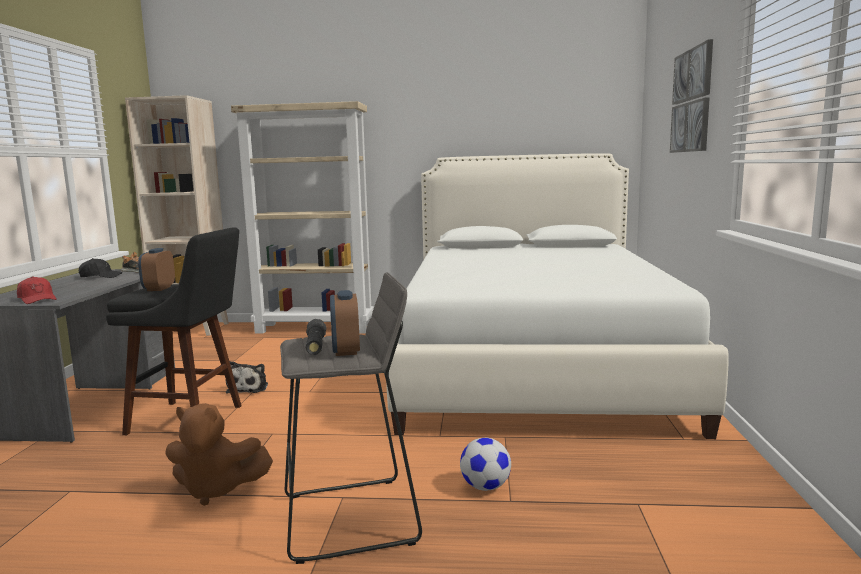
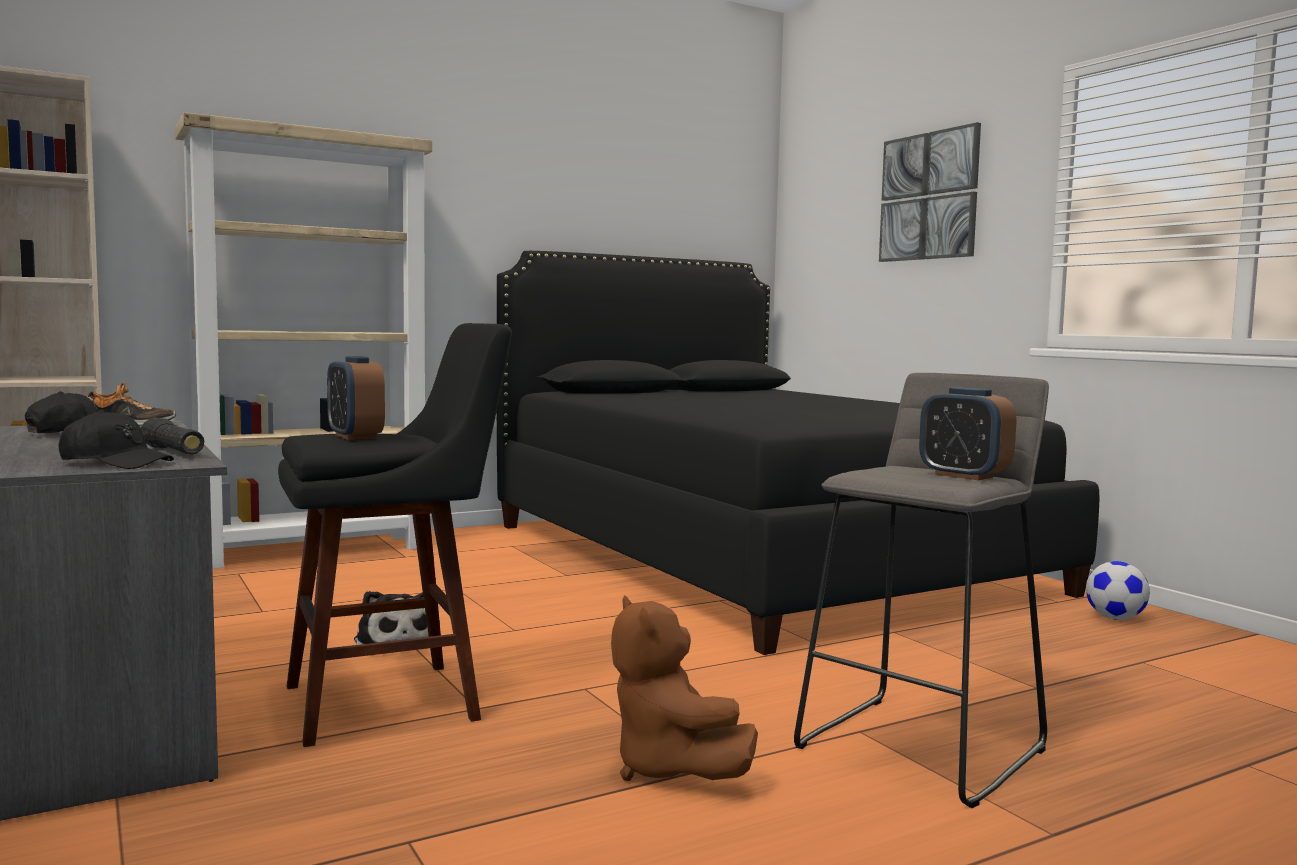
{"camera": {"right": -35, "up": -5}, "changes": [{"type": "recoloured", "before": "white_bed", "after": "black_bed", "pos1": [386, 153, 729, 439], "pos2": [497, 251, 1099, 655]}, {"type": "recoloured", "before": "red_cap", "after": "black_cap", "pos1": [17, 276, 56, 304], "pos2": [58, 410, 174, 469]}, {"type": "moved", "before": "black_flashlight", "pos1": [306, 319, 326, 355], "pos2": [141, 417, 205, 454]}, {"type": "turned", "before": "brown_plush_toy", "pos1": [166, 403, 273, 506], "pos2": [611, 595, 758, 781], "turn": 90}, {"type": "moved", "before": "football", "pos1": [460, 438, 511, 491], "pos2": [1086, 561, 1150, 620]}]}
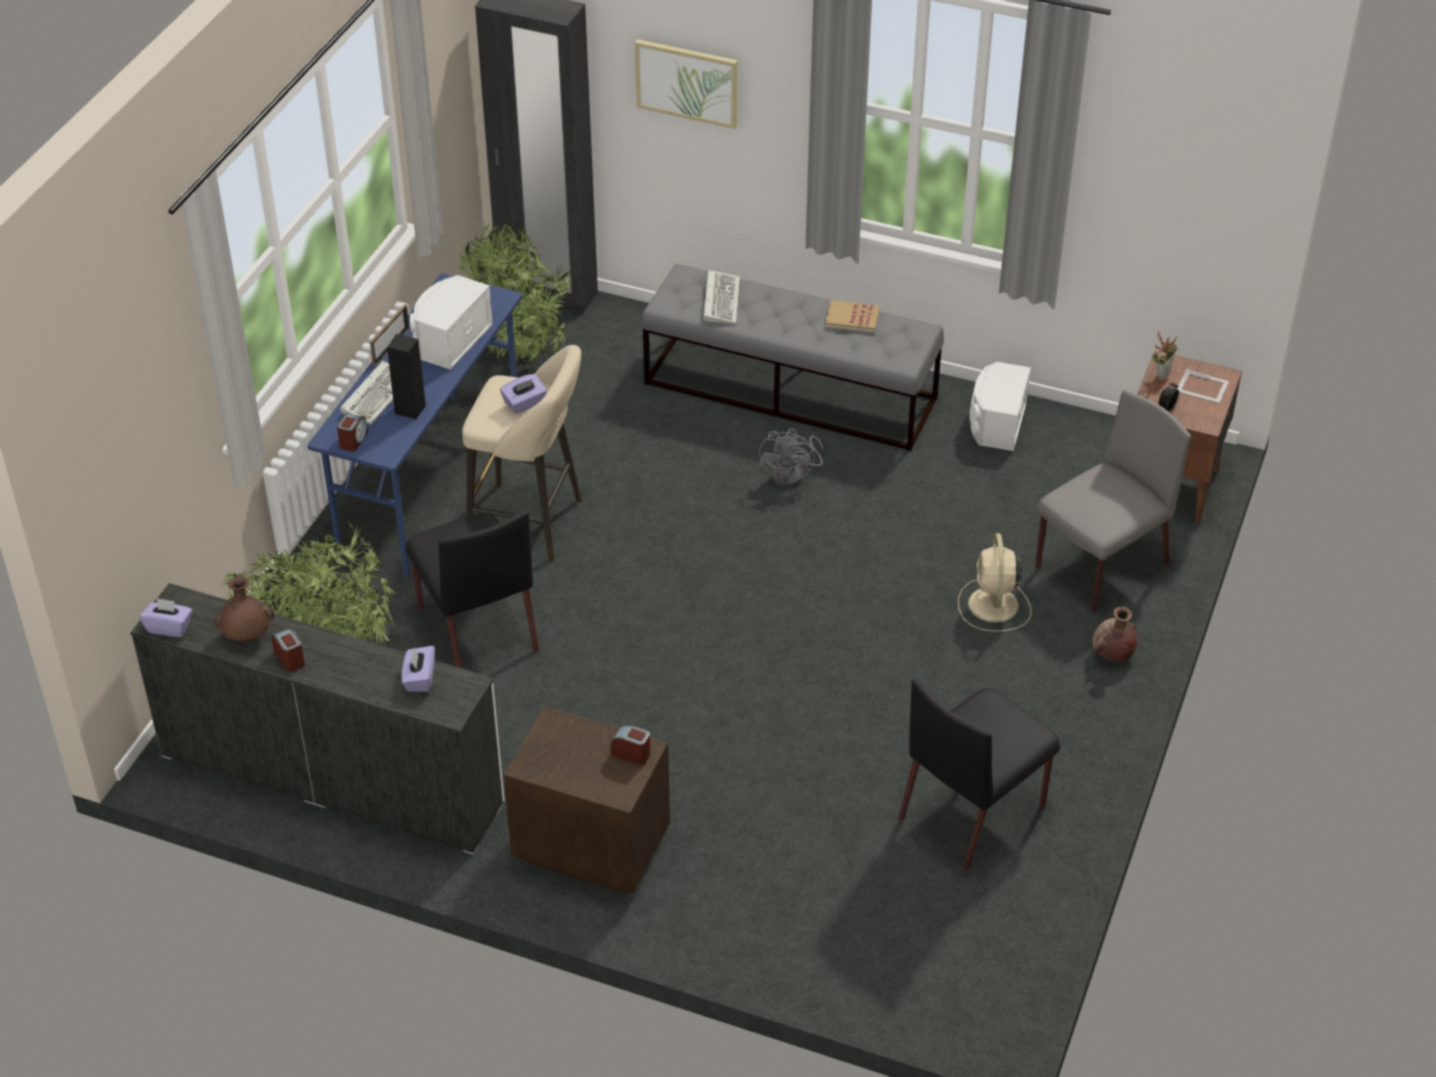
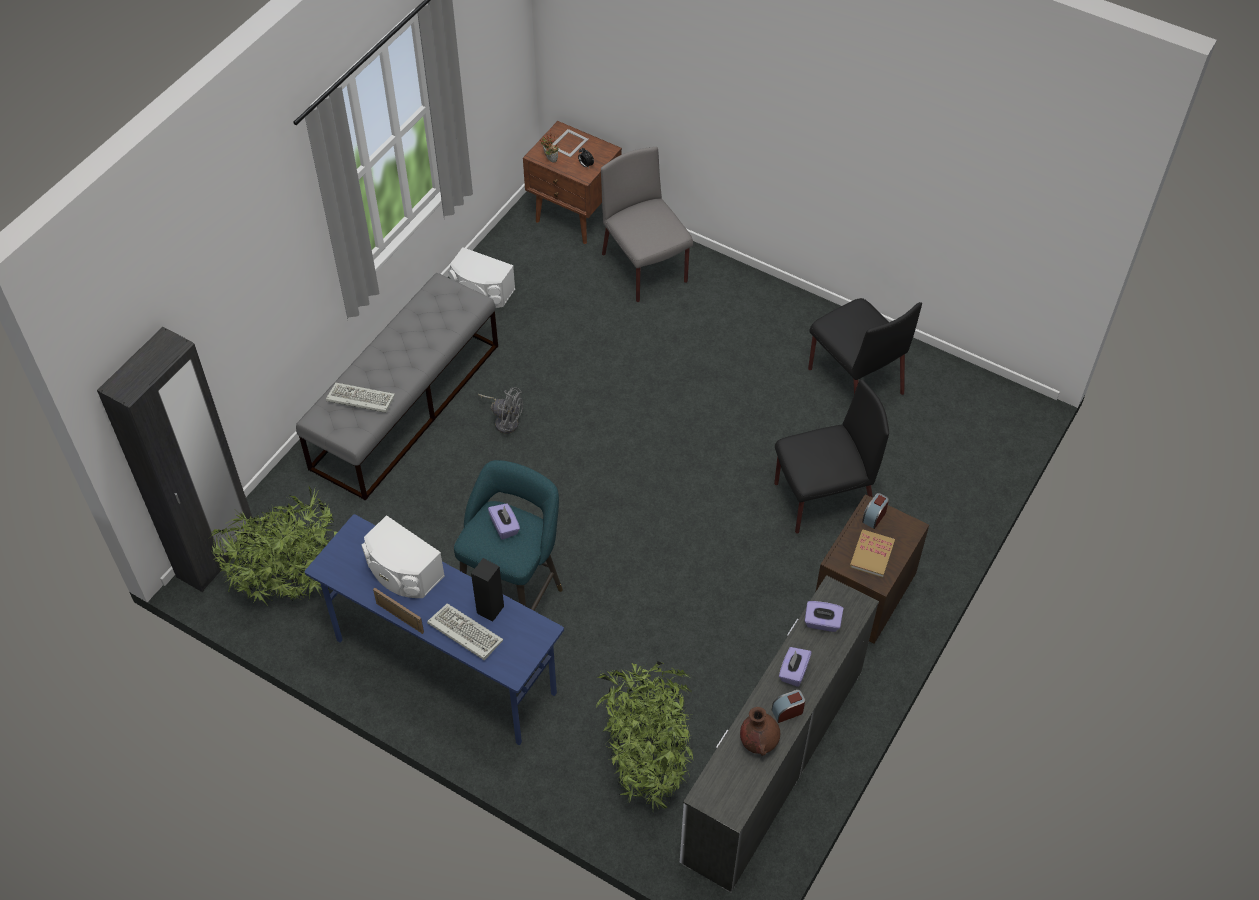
{"camera": {"right": -80, "up": 10}, "changes": [{"type": "removed", "before": "picture", "pos1": [635, 39, 738, 129]}, {"type": "moved", "before": "book", "pos1": [825, 300, 880, 334], "pos2": [850, 530, 895, 578]}, {"type": "recoloured", "before": "beige_stool", "after": "turquoise_stool", "pos1": [462, 345, 582, 561], "pos2": [454, 460, 563, 611]}, {"type": "removed", "before": "alarm_clock", "pos1": [337, 413, 368, 451]}, {"type": "moved", "before": "black_chair", "pos1": [406, 511, 539, 668], "pos2": [774, 379, 889, 533]}, {"type": "removed", "before": "beige_fan", "pos1": [958, 533, 1031, 632]}, {"type": "moved", "before": "purple_tissue_box", "pos1": [140, 598, 192, 638], "pos2": [779, 647, 812, 687]}, {"type": "removed", "before": "brown_vase", "pos1": [1093, 607, 1137, 662]}]}
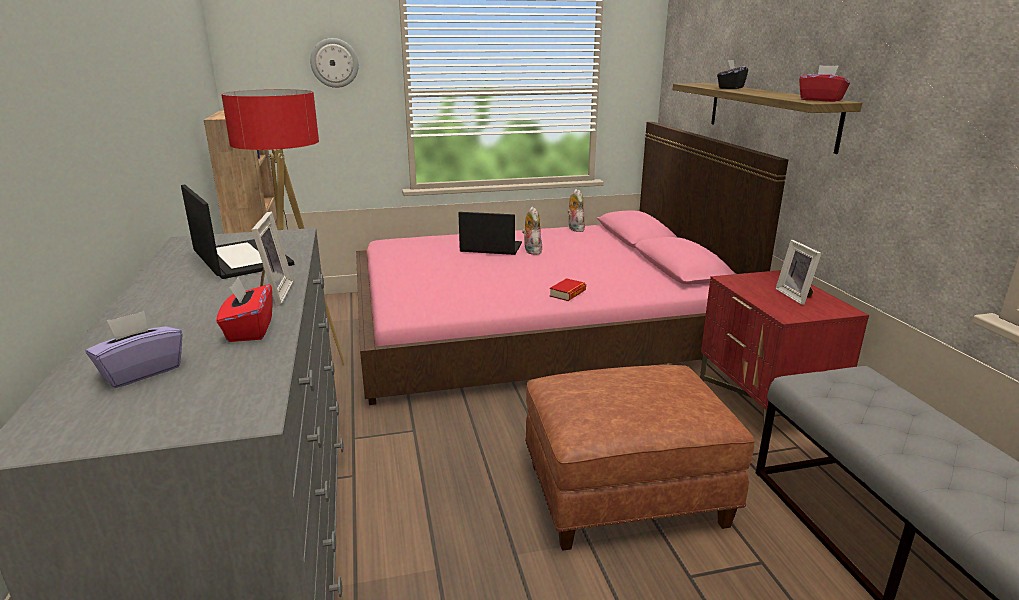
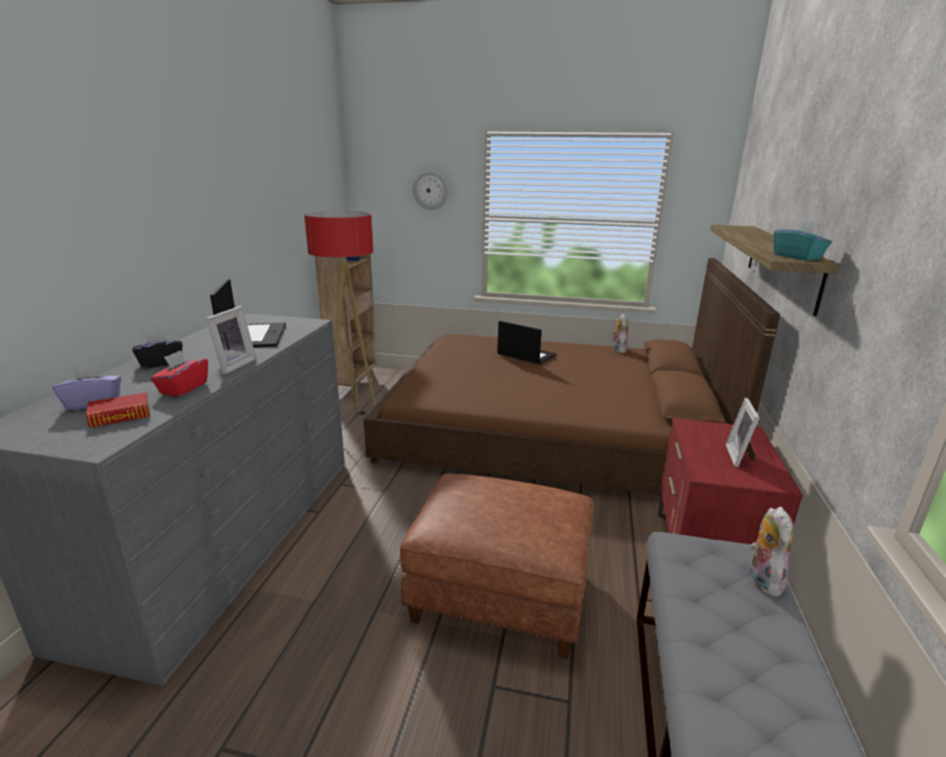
{"camera": {"right": 25, "up": 0}, "changes": [{"type": "moved", "before": "black_tissue_box", "pos1": [717, 60, 748, 89], "pos2": [132, 329, 183, 368]}, {"type": "recoloured", "before": "red_tissue_box", "after": "turquoise_tissue_box", "pos1": [799, 65, 850, 102], "pos2": [774, 220, 832, 260]}, {"type": "recoloured", "before": "pink_bed", "after": "brown_bed", "pos1": [356, 122, 788, 405], "pos2": [364, 258, 780, 495]}, {"type": "moved", "before": "plush_toy", "pos1": [522, 207, 542, 255], "pos2": [750, 507, 794, 597]}, {"type": "moved", "before": "book", "pos1": [549, 278, 586, 301], "pos2": [86, 392, 150, 428]}]}
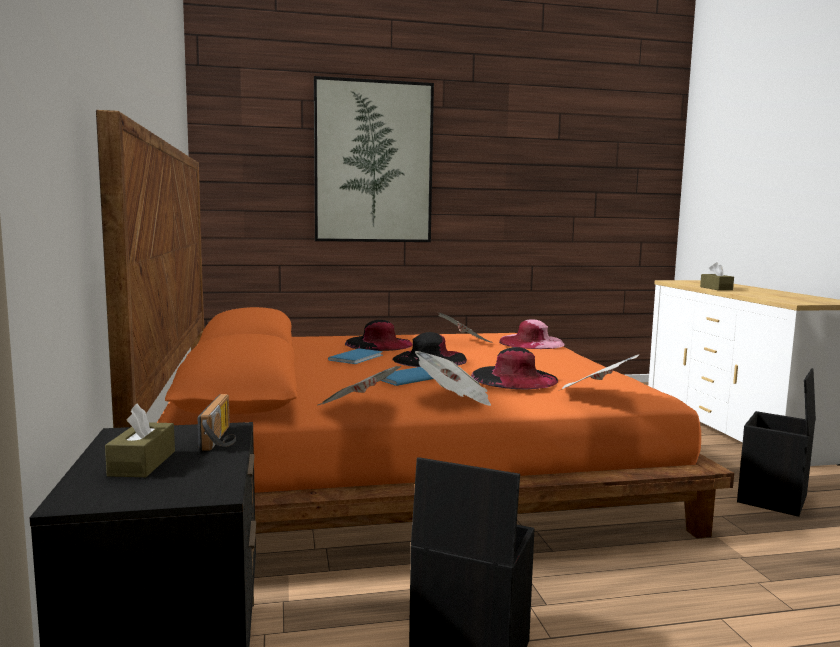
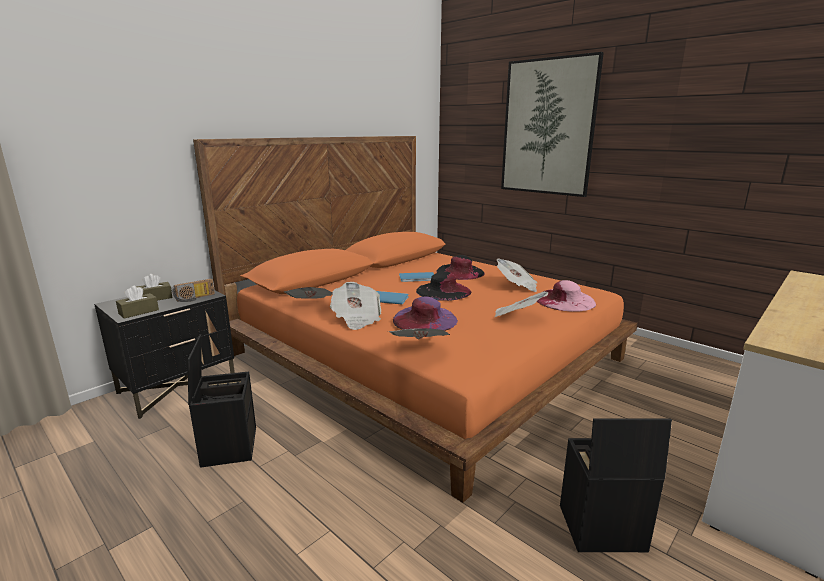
{"camera": {"right": 55, "up": 10}, "changes": [{"type": "moved", "before": "brown_tissue_box", "pos1": [700, 262, 734, 290], "pos2": [116, 285, 159, 319]}, {"type": "recoloured", "before": "black_hat", "after": "purple_hat", "pos1": [471, 347, 558, 389], "pos2": [393, 297, 458, 331]}, {"type": "added", "after": "newspaper", "pos2": [495, 291, 549, 317]}]}
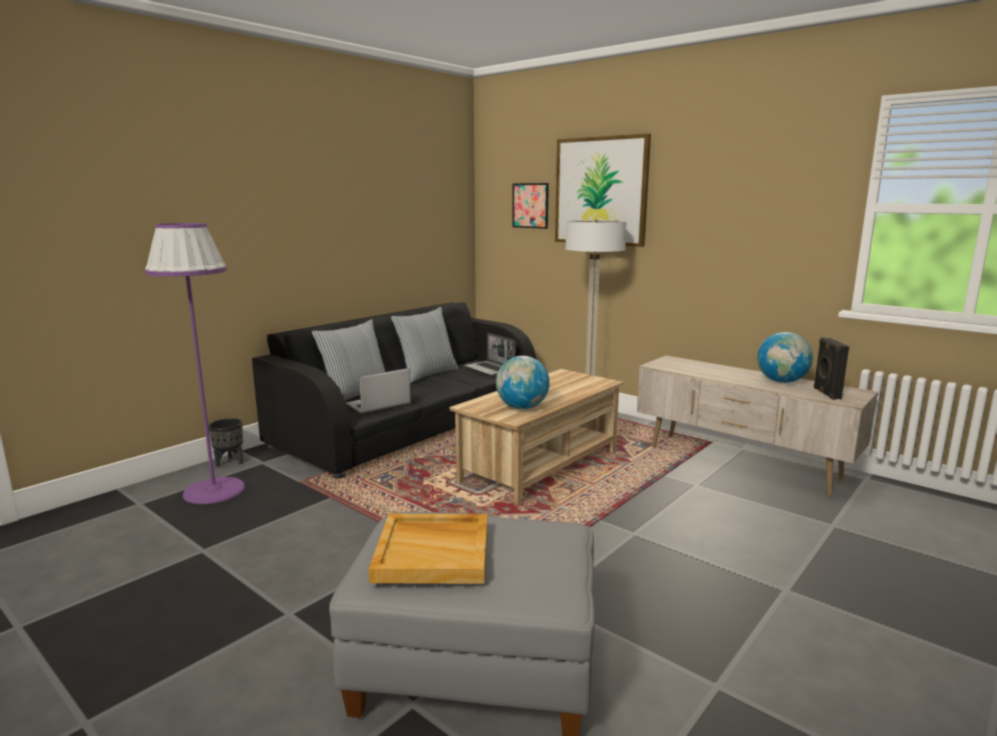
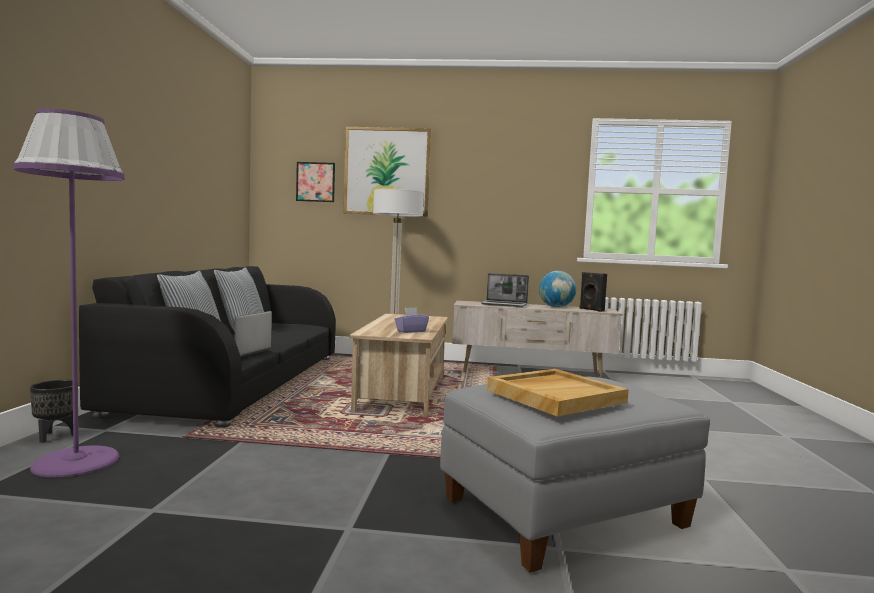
{"camera": {"right": -35, "up": -10}, "changes": [{"type": "moved", "before": "laptop", "pos1": [464, 333, 516, 376], "pos2": [481, 273, 529, 307]}, {"type": "replaced", "before": "globe", "after": "purple_tissue_box", "pos1": [496, 356, 550, 409], "pos2": [394, 307, 429, 333]}]}
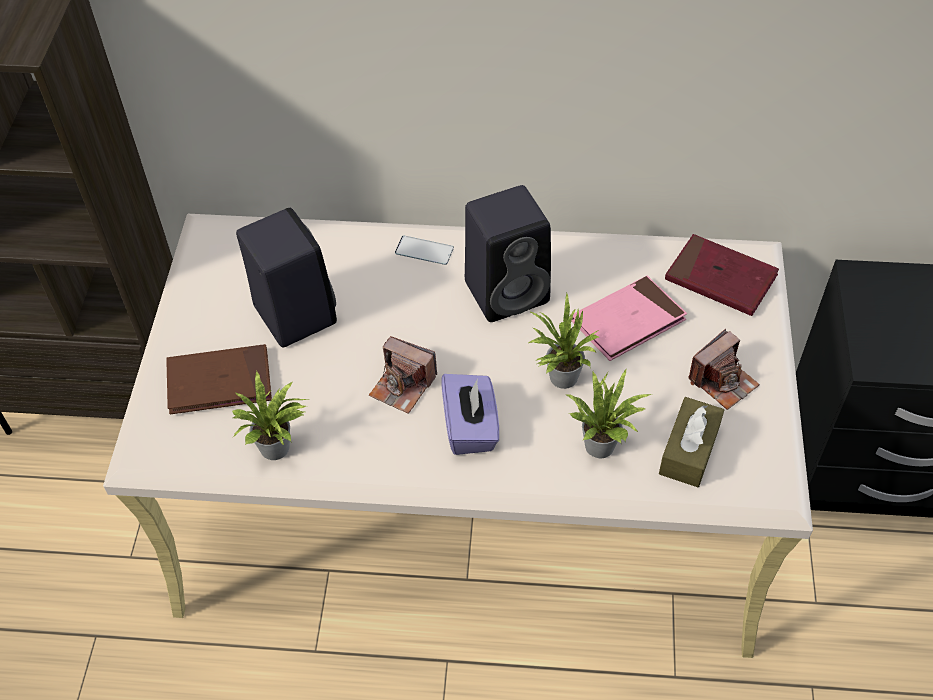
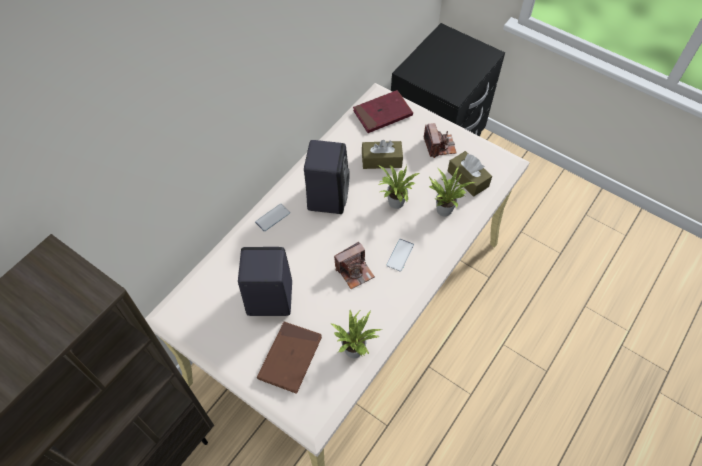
{"camera": {"right": -60, "up": 5}, "changes": [{"type": "replaced", "before": "pink_book", "after": "brown_tissue_box", "pos1": [572, 276, 687, 361], "pos2": [362, 140, 403, 169]}, {"type": "replaced", "before": "purple_tissue_box", "after": "phone", "pos1": [442, 374, 499, 455], "pos2": [387, 239, 414, 271]}]}
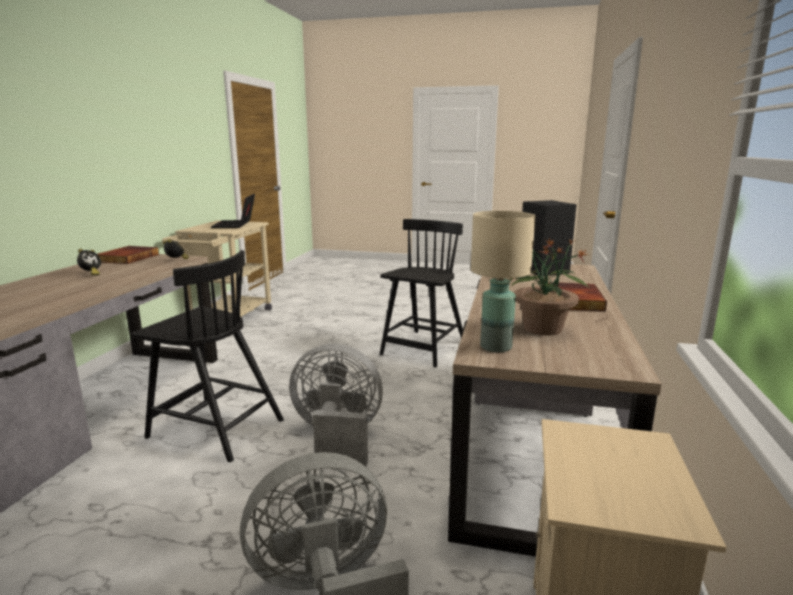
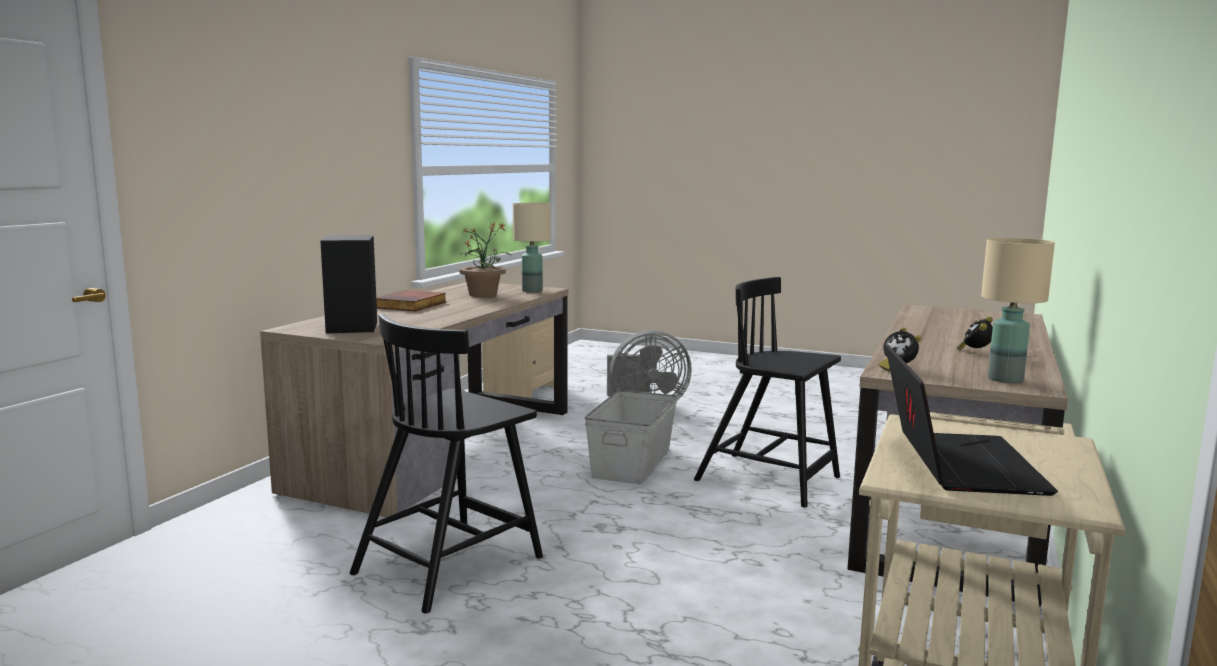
{"camera": {"right": -170, "up": -5}, "changes": [{"type": "replaced", "before": "book", "after": "beige_table_lamp", "pos1": [97, 246, 159, 264], "pos2": [981, 238, 1055, 383]}, {"type": "replaced", "before": "grey_fan", "after": "grey_storage_box", "pos1": [289, 344, 383, 467], "pos2": [584, 390, 678, 484]}]}
